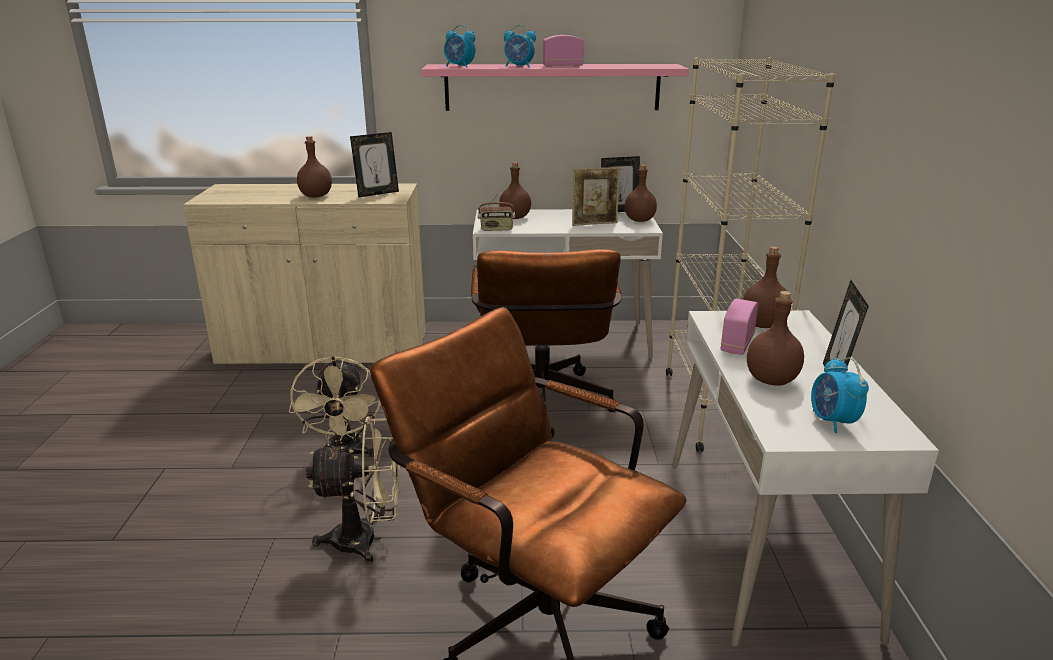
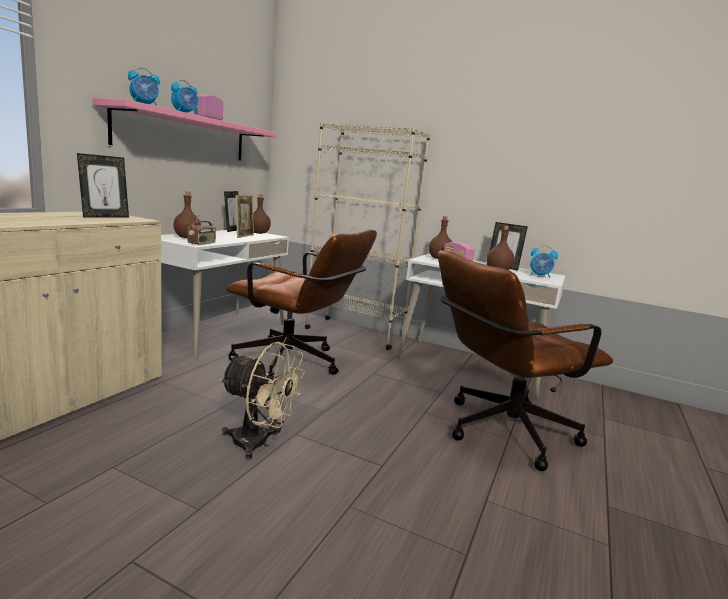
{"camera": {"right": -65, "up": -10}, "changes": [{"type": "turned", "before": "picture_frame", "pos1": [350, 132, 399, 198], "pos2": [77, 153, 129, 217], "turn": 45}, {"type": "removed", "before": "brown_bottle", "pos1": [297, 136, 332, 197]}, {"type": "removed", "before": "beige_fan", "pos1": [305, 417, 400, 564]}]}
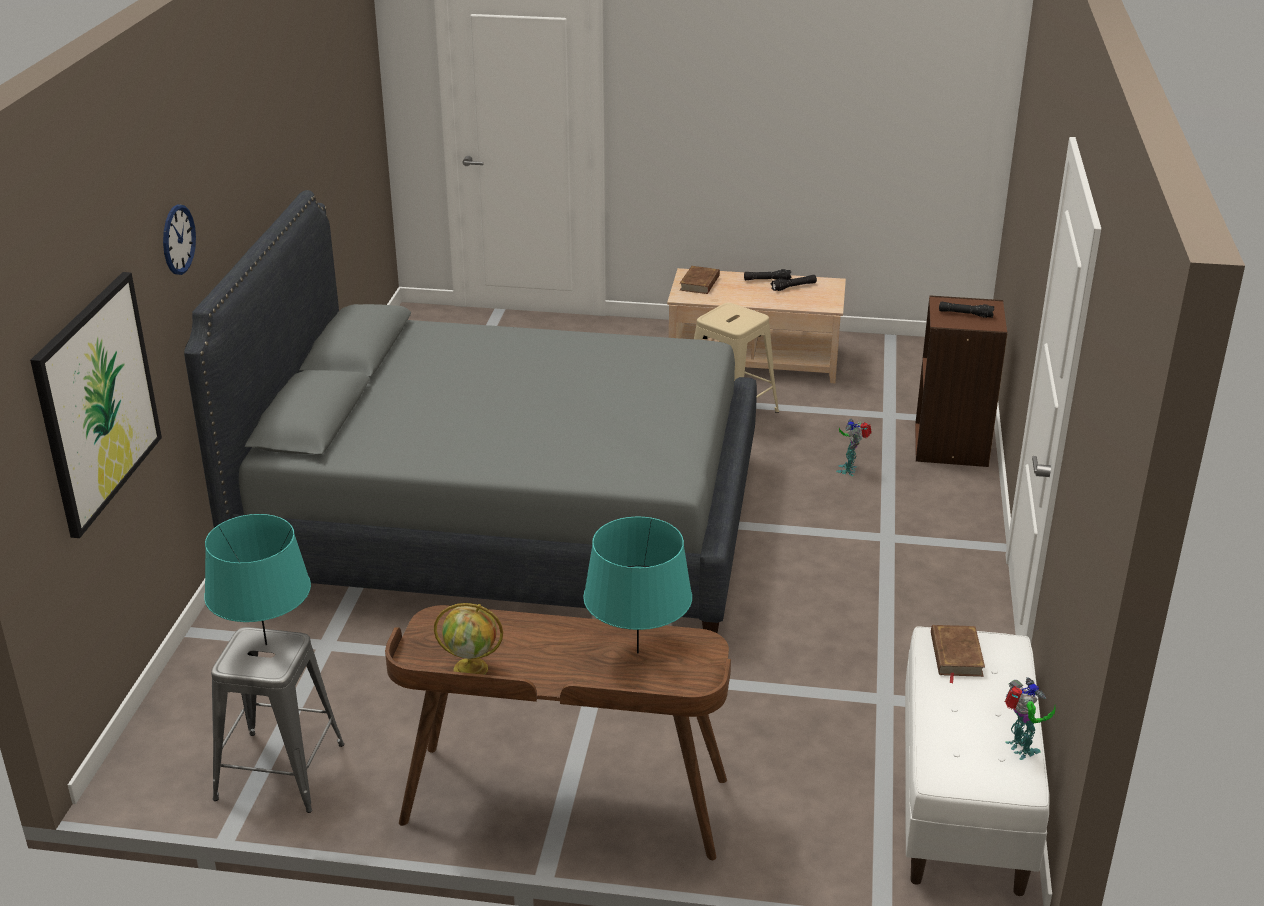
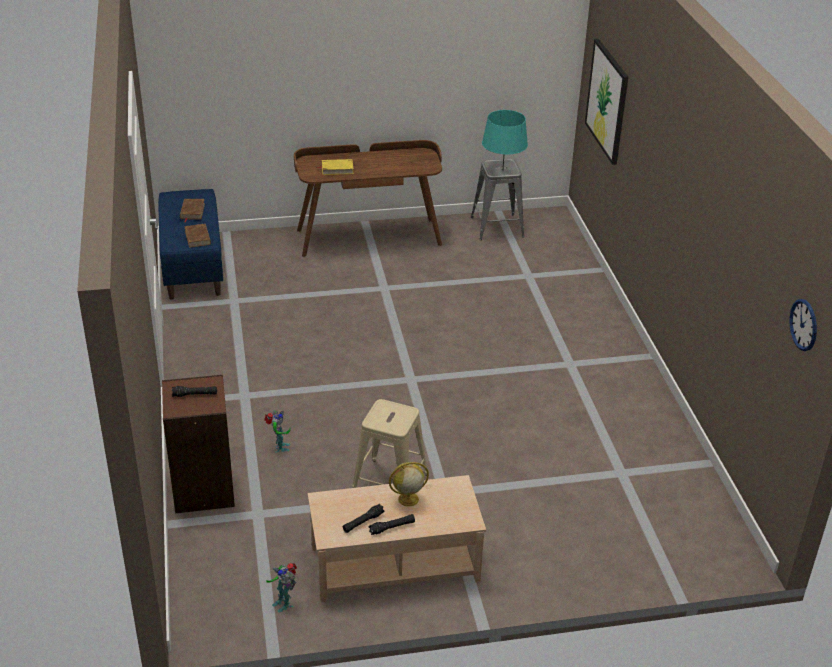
{"camera": {"right": 160, "up": 5}, "changes": [{"type": "removed", "before": "grey_bed", "pos1": [184, 190, 757, 633]}, {"type": "moved", "before": "wall_clock", "pos1": [163, 204, 196, 275], "pos2": [790, 299, 817, 351]}, {"type": "moved", "before": "brown_book", "pos1": [680, 266, 720, 294], "pos2": [180, 199, 205, 222]}, {"type": "replaced", "before": "turquoise_table_lamp", "after": "yellow_book", "pos1": [583, 517, 692, 654], "pos2": [317, 159, 354, 175]}, {"type": "moved", "before": "globe", "pos1": [434, 603, 503, 675], "pos2": [389, 462, 429, 507]}, {"type": "recoloured", "before": "white_bench", "after": "blue_bench", "pos1": [905, 626, 1049, 896], "pos2": [158, 189, 223, 300]}, {"type": "moved", "before": "toy_robot", "pos1": [1005, 677, 1056, 760], "pos2": [266, 563, 297, 613]}]}
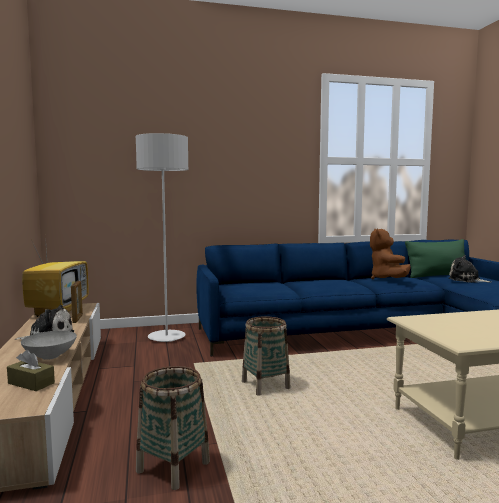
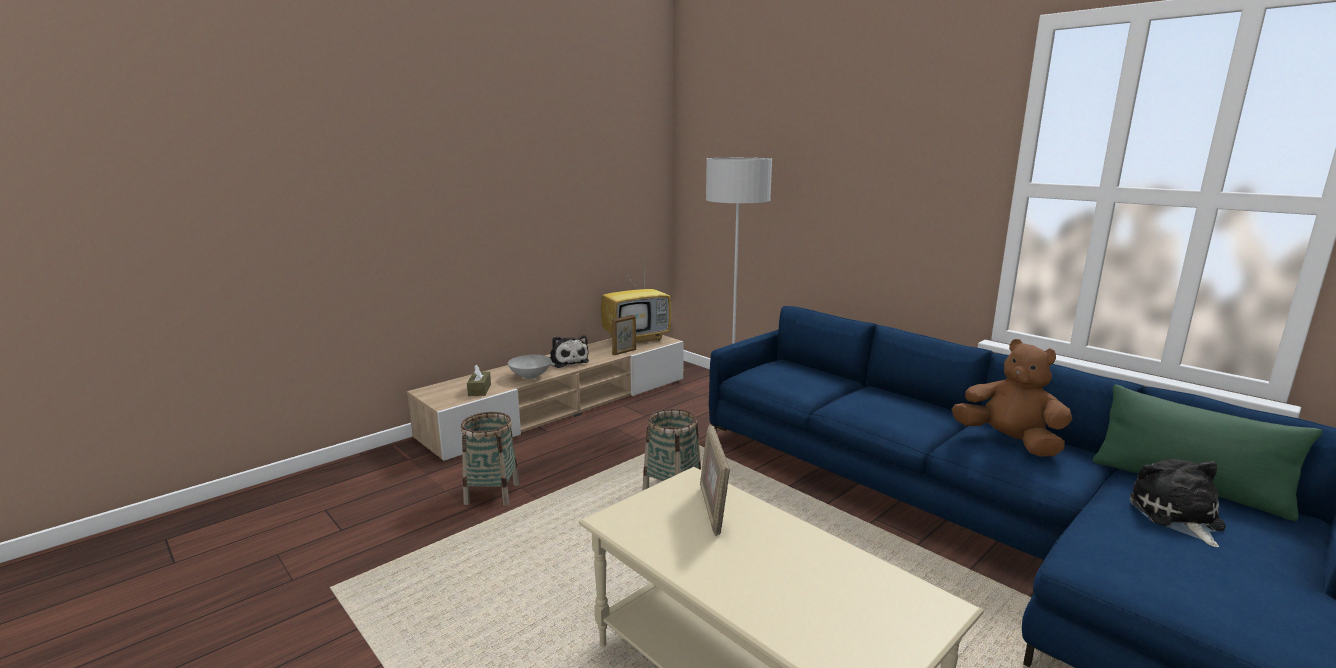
{"camera": {"right": 60, "up": 10}, "changes": [{"type": "turned", "before": "brown_plush_toy", "pos1": [370, 229, 411, 280], "pos2": [951, 339, 1072, 457], "turn": 75}, {"type": "added", "after": "picture_frame", "pos2": [700, 425, 730, 536]}]}
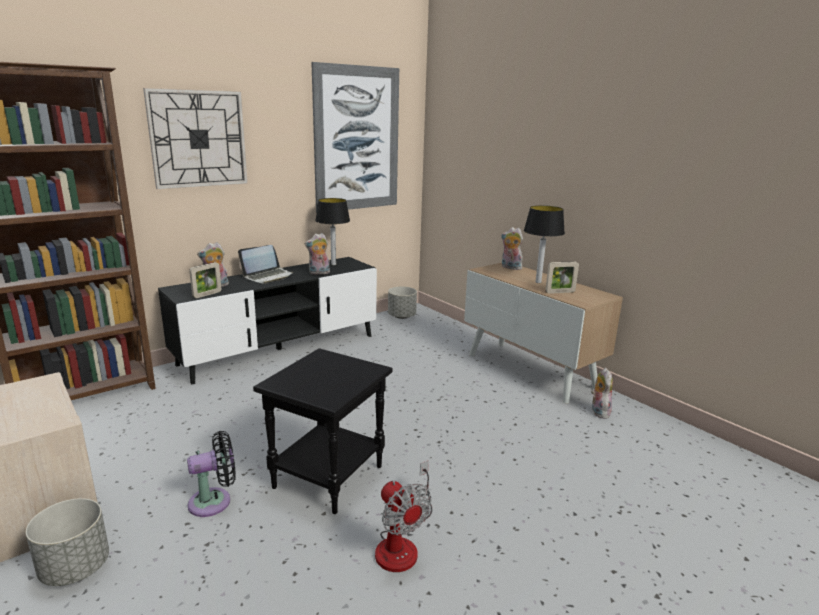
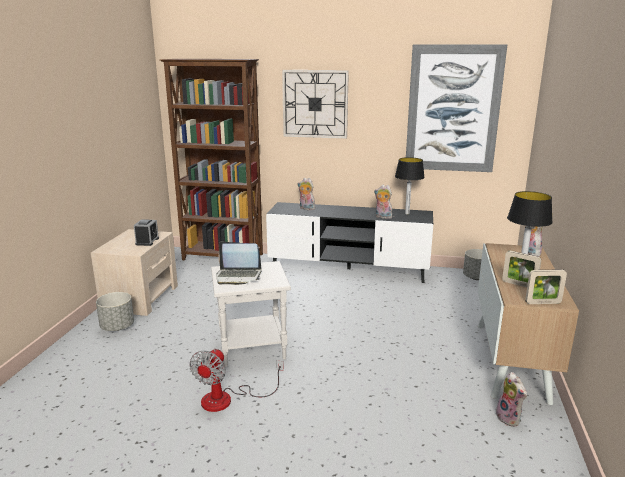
{"camera": {"right": 50, "up": 0}, "changes": [{"type": "moved", "before": "laptop", "pos1": [238, 245, 293, 284], "pos2": [216, 242, 262, 285]}, {"type": "moved", "before": "picture_frame", "pos1": [189, 262, 221, 298], "pos2": [525, 269, 567, 304]}, {"type": "recoloured", "before": "black_side_table", "after": "white_side_table", "pos1": [253, 348, 393, 514], "pos2": [211, 261, 291, 367]}, {"type": "turned", "before": "plush_toy", "pos1": [591, 368, 613, 419], "pos2": [496, 372, 527, 427], "turn": 105}, {"type": "removed", "before": "black_fan", "pos1": [187, 431, 236, 517]}, {"type": "added", "after": "alarm_clock", "pos2": [134, 219, 159, 246]}]}
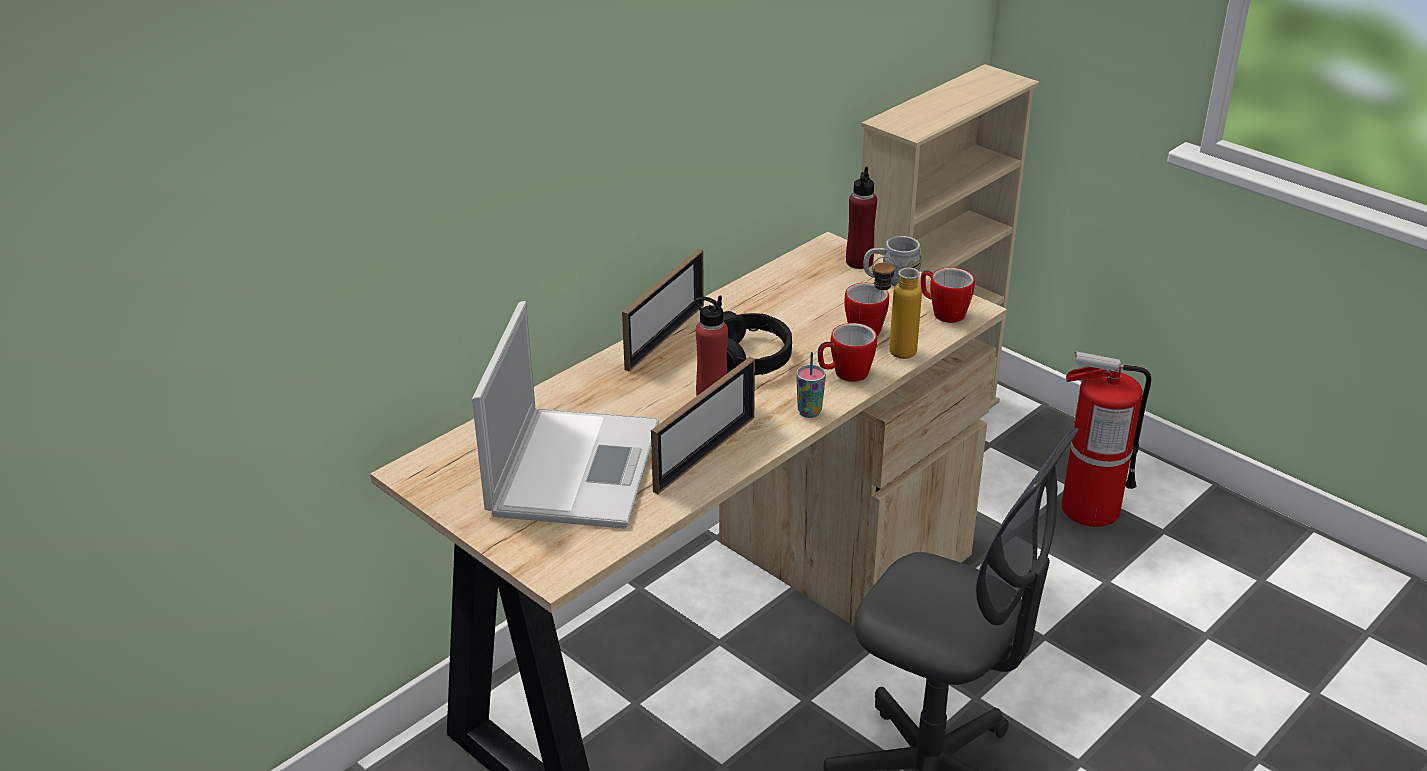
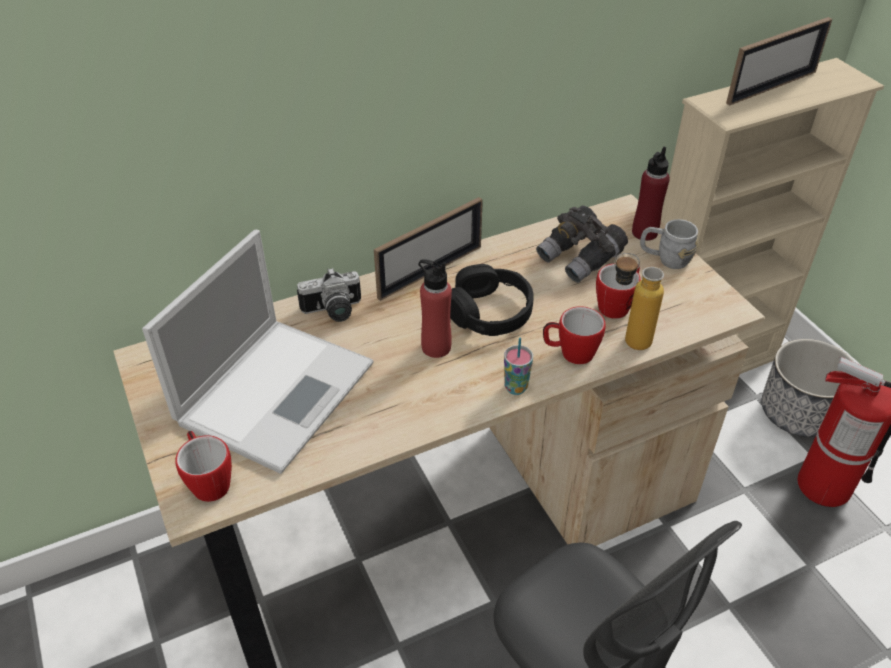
{"camera": {"right": 20, "up": 10}, "changes": [{"type": "moved", "before": "mug", "pos1": [921, 268, 975, 323], "pos2": [175, 431, 232, 502]}, {"type": "moved", "before": "picture_frame", "pos1": [651, 357, 755, 494], "pos2": [726, 17, 832, 105]}, {"type": "added", "after": "grey_binoculars", "pos2": [536, 206, 628, 283]}, {"type": "added", "after": "photo_camera", "pos2": [297, 268, 361, 322]}, {"type": "added", "after": "planter", "pos2": [761, 339, 854, 437]}]}
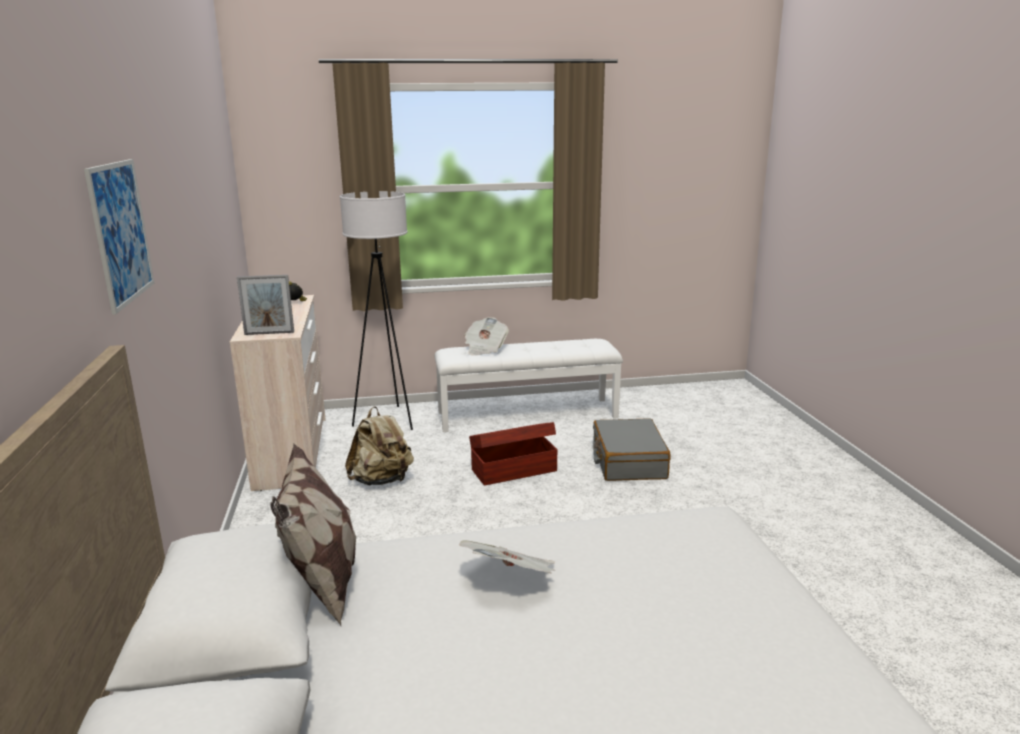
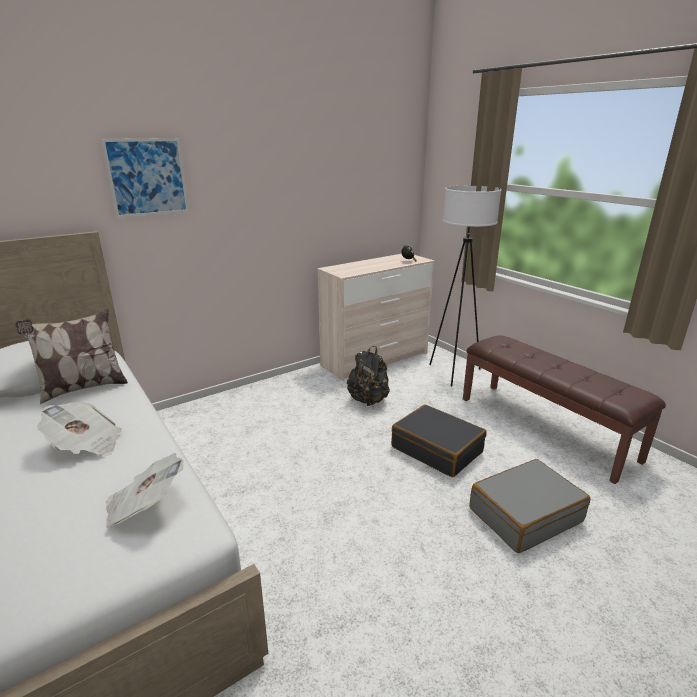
{"camera": {"right": 65, "up": 5}, "changes": [{"type": "removed", "before": "picture_frame", "pos1": [237, 275, 294, 335]}, {"type": "moved", "before": "newspaper", "pos1": [465, 317, 509, 356], "pos2": [106, 453, 184, 528]}, {"type": "recoloured", "before": "white_bench", "after": "brown_bench", "pos1": [435, 339, 623, 432], "pos2": [463, 336, 666, 484]}, {"type": "recoloured", "before": "beige_backpack", "after": "black_backpack", "pos1": [345, 406, 414, 486], "pos2": [347, 346, 390, 406]}, {"type": "replaced", "before": "brown_storage_box", "after": "black_suitcase", "pos1": [469, 422, 558, 486], "pos2": [391, 404, 487, 477]}]}
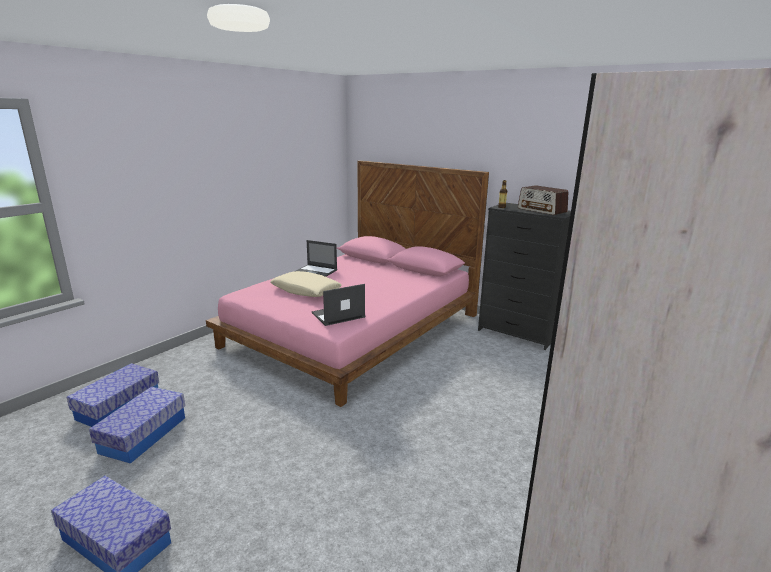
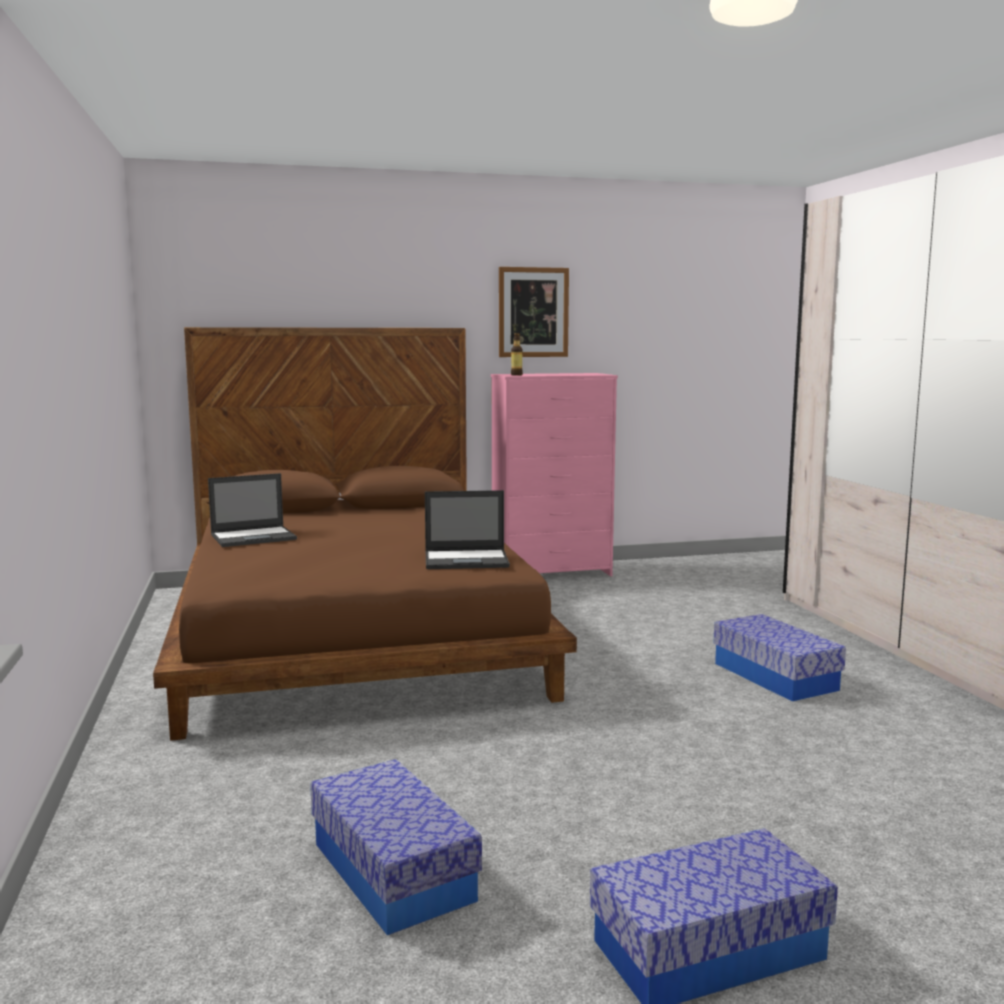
{"camera": {"right": -50, "up": -10}, "changes": [{"type": "recoloured", "before": "pink_bed", "after": "brown_bed", "pos1": [206, 160, 489, 407], "pos2": [153, 327, 577, 741]}, {"type": "removed", "before": "radio", "pos1": [518, 185, 568, 215]}, {"type": "recoloured", "before": "black_dresser", "after": "pink_dresser", "pos1": [478, 203, 571, 350], "pos2": [491, 373, 618, 576]}, {"type": "removed", "before": "beige_pillow", "pos1": [270, 271, 342, 297]}, {"type": "turned", "before": "laptop", "pos1": [312, 284, 365, 326], "pos2": [425, 490, 510, 569], "turn": -105}, {"type": "moved", "before": "storage_box", "pos1": [66, 363, 159, 427], "pos2": [713, 614, 846, 701]}, {"type": "added", "after": "picture", "pos2": [499, 267, 569, 357]}]}
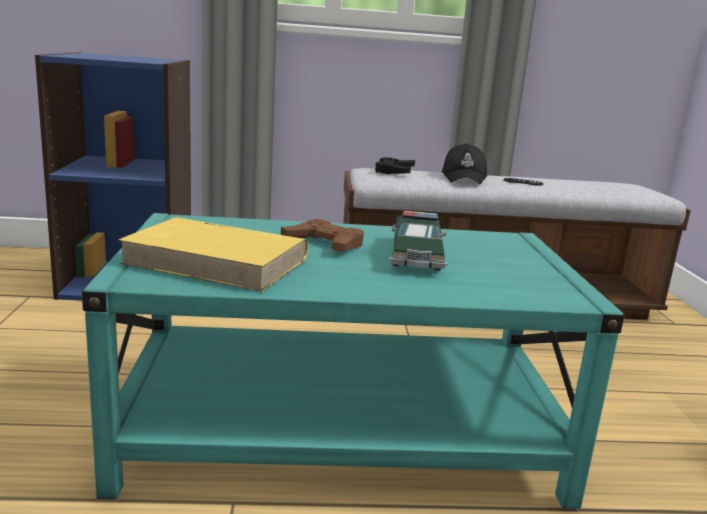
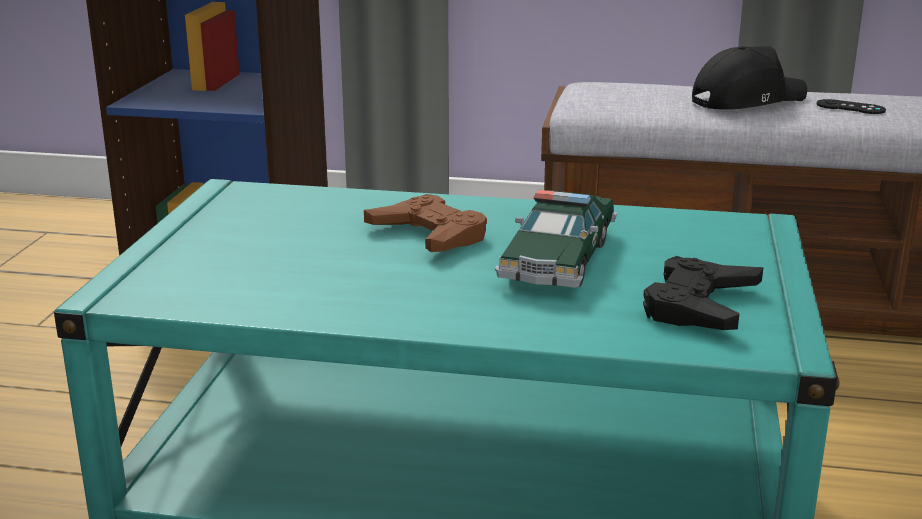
{"camera": {"right": 15, "up": 5}, "changes": [{"type": "turned", "before": "black_cap", "pos1": [442, 143, 487, 185], "pos2": [692, 46, 807, 110], "turn": -135}, {"type": "moved", "before": "black_game_controller", "pos1": [375, 157, 415, 174], "pos2": [643, 256, 763, 330]}, {"type": "removed", "before": "yellow_book", "pos1": [118, 217, 308, 292]}]}
